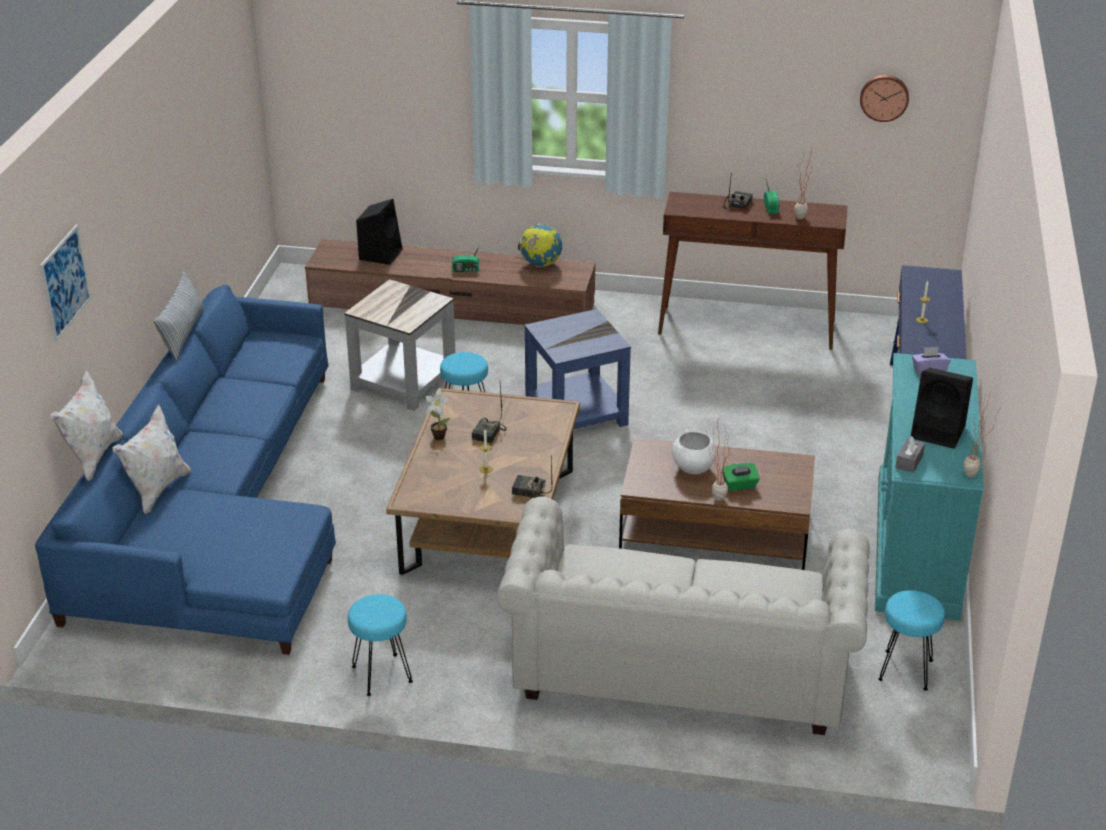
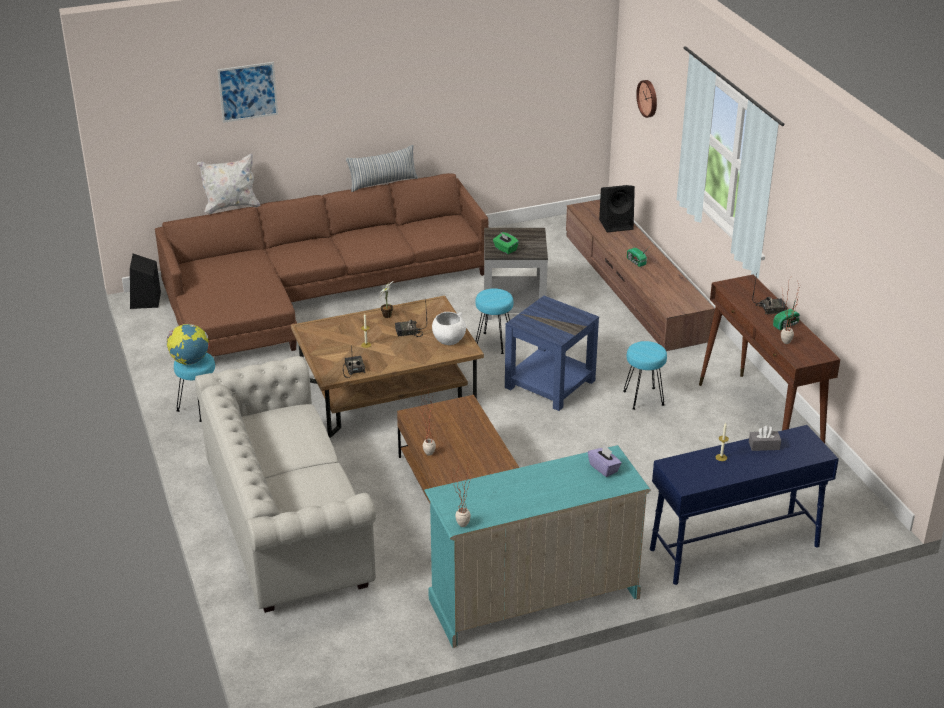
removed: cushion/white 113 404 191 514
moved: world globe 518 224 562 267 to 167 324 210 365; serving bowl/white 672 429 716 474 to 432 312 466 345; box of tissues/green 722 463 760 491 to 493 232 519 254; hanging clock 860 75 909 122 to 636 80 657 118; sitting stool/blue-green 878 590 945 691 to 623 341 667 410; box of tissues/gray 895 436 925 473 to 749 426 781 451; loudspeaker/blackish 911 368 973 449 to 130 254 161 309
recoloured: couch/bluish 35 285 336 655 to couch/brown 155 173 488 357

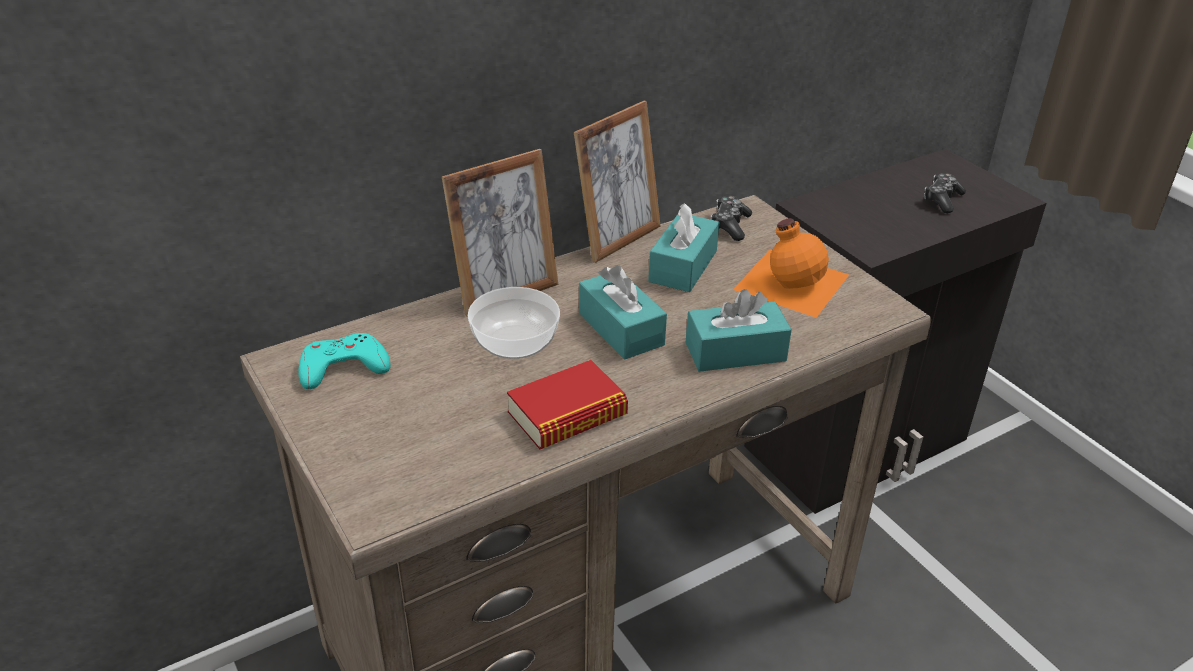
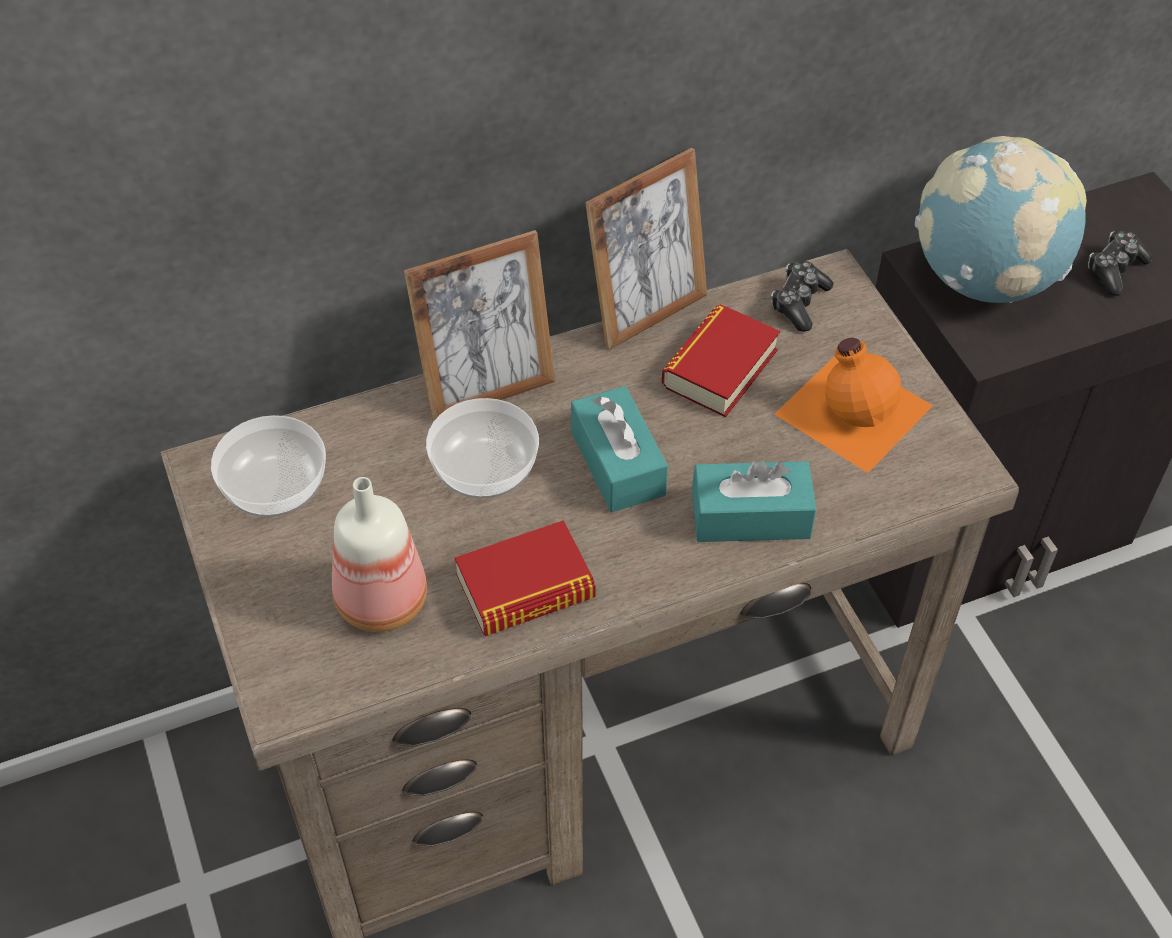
added: beverage bottle 332 477 427 632; world globe 915 136 1087 303
replaced: game controller/blue-green 299 333 391 389 to serving bowl 211 415 326 517; box of tissues/blue-green 648 203 719 292 to volume 662 304 780 417

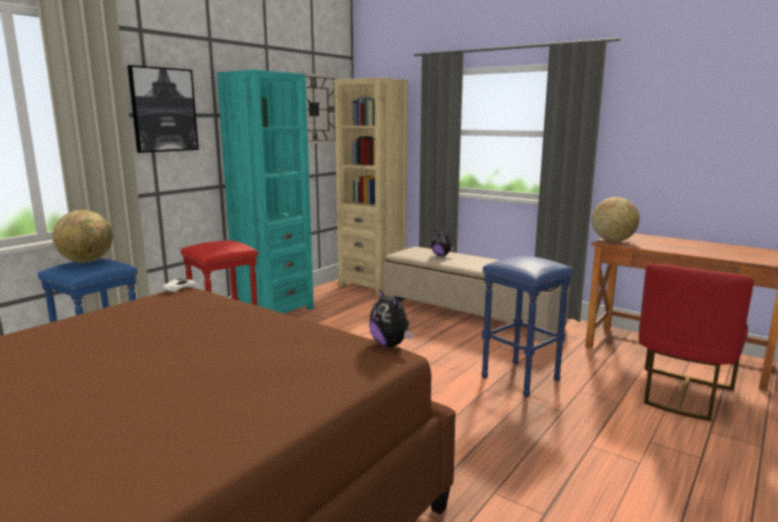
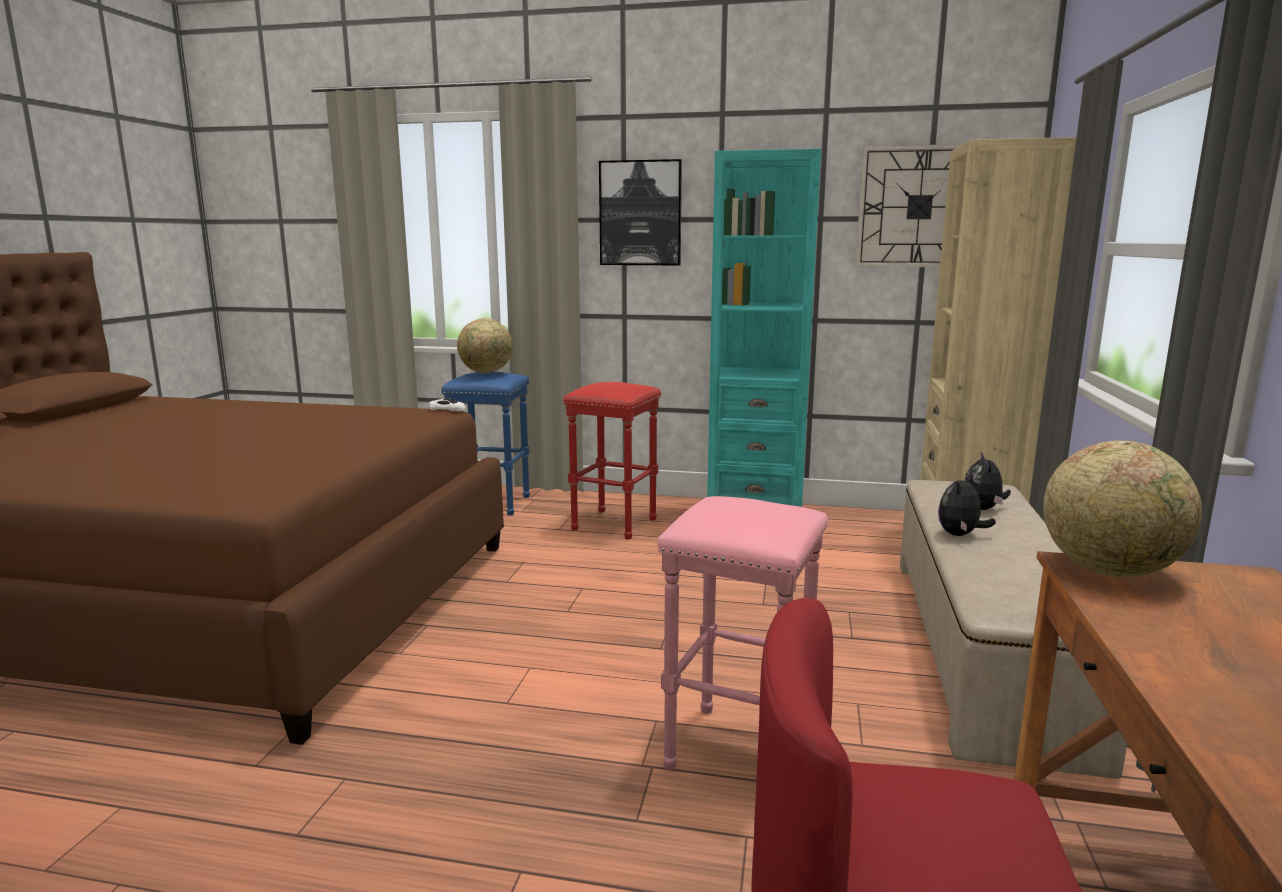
moved: plush toy 369 288 413 347 to 938 473 996 536
recoloured: sitting stool/bluish 482 256 574 397 to sitting stool/pinkish 657 496 828 771

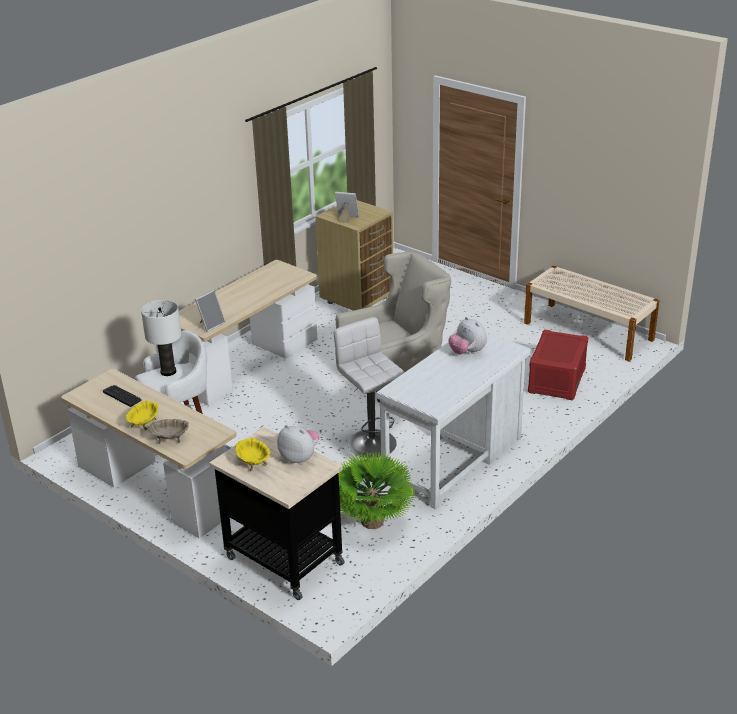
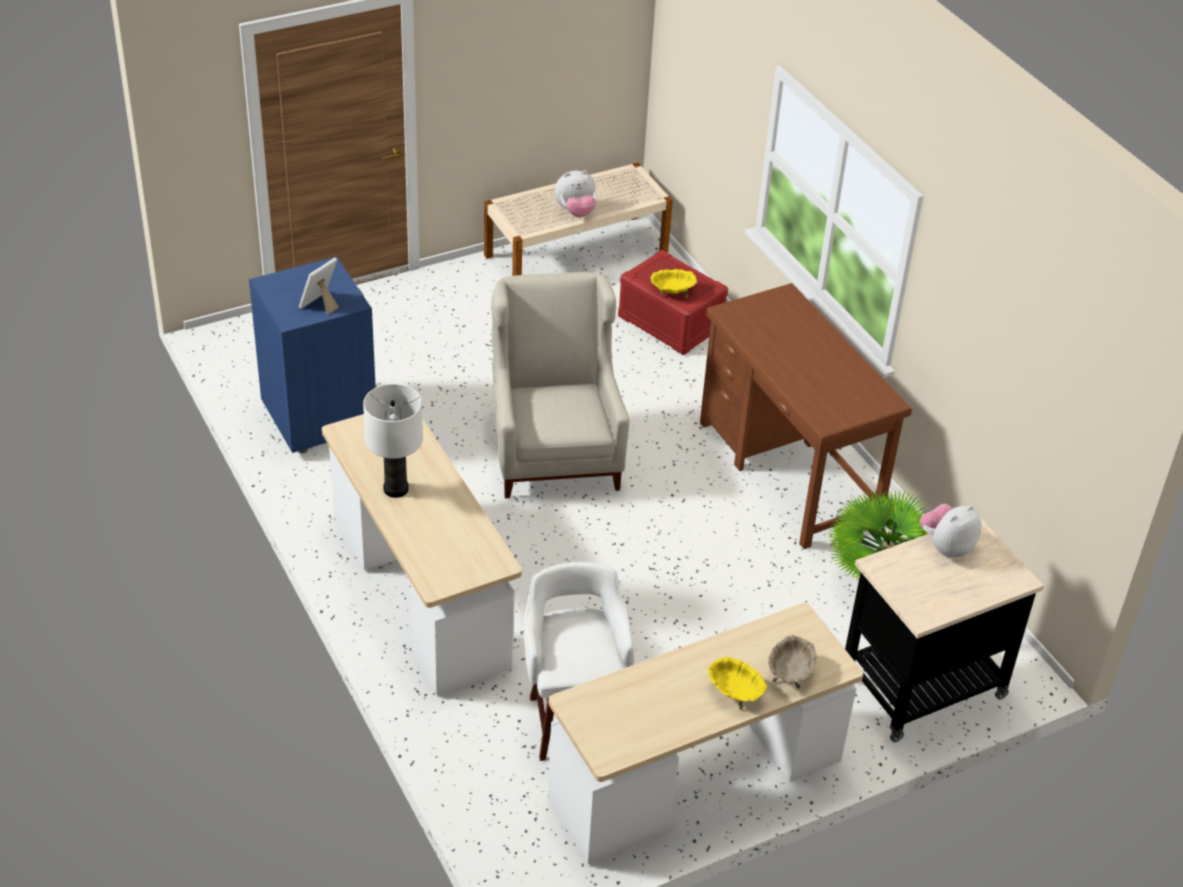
removed: keyboard 103 385 142 407; picture frame 195 290 225 332; sitting stool/white 334 317 405 458
moved: tabletop lamp/white 141 300 182 376 to 363 384 423 498; serving bowl/yellow-coloured 236 438 270 471 to 650 269 697 297; plush toy 449 317 487 355 to 555 170 597 217
recoloured: dresser/brown 315 200 393 311 to dresser/bluish 249 257 376 453; desk/white 376 332 531 509 to desk/brown 700 283 912 549

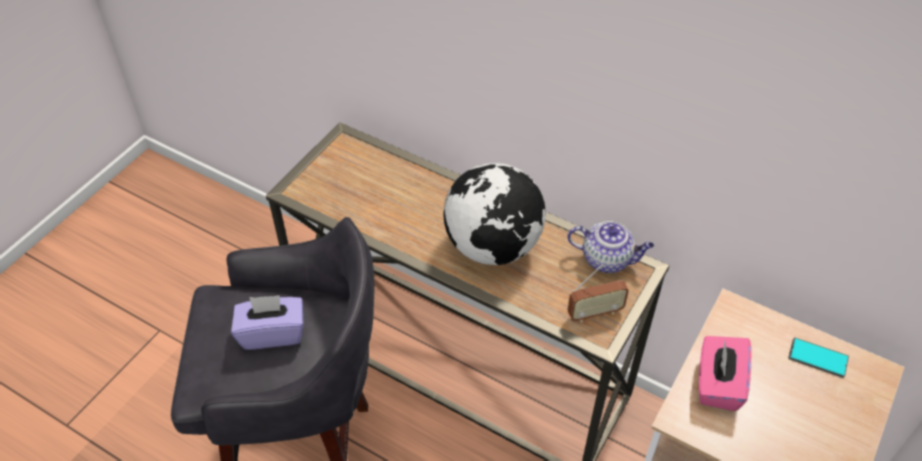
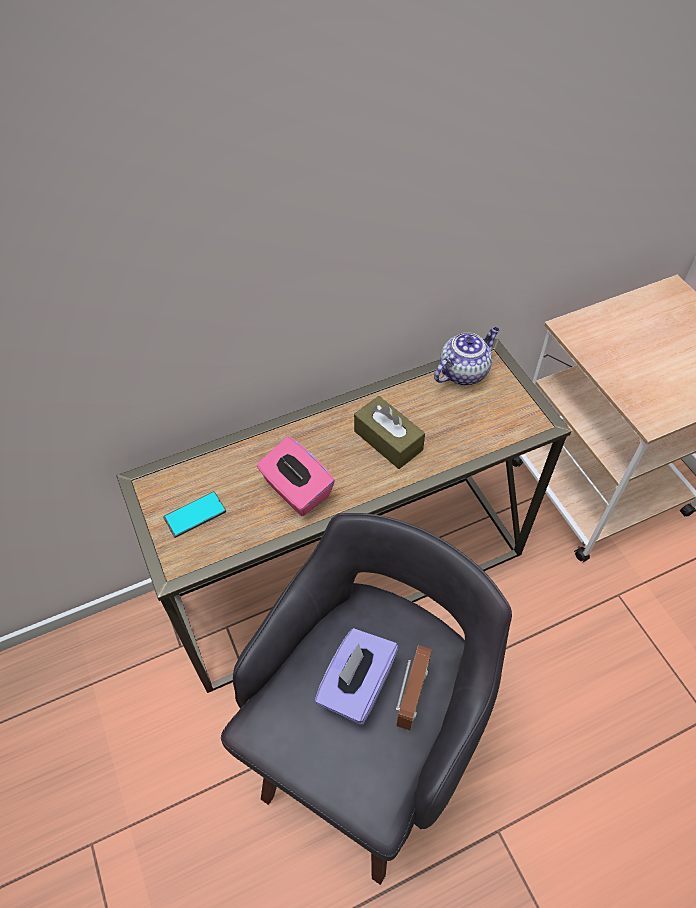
moved: radio set 567 264 629 322 to 396 645 432 730; box of tissues/pinkish 699 336 751 411 to 257 437 335 516; telephone 788 337 849 378 to 163 491 226 538
replaced: world globe 443 163 546 265 to box of tissues/brown 354 396 425 469

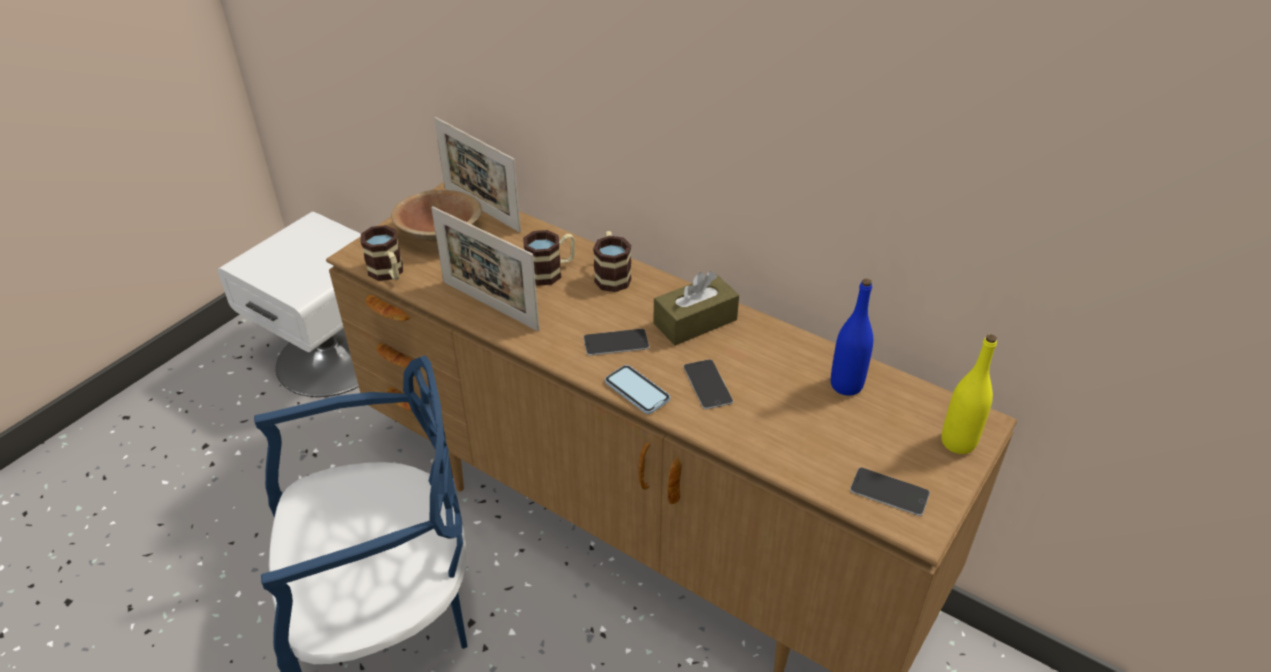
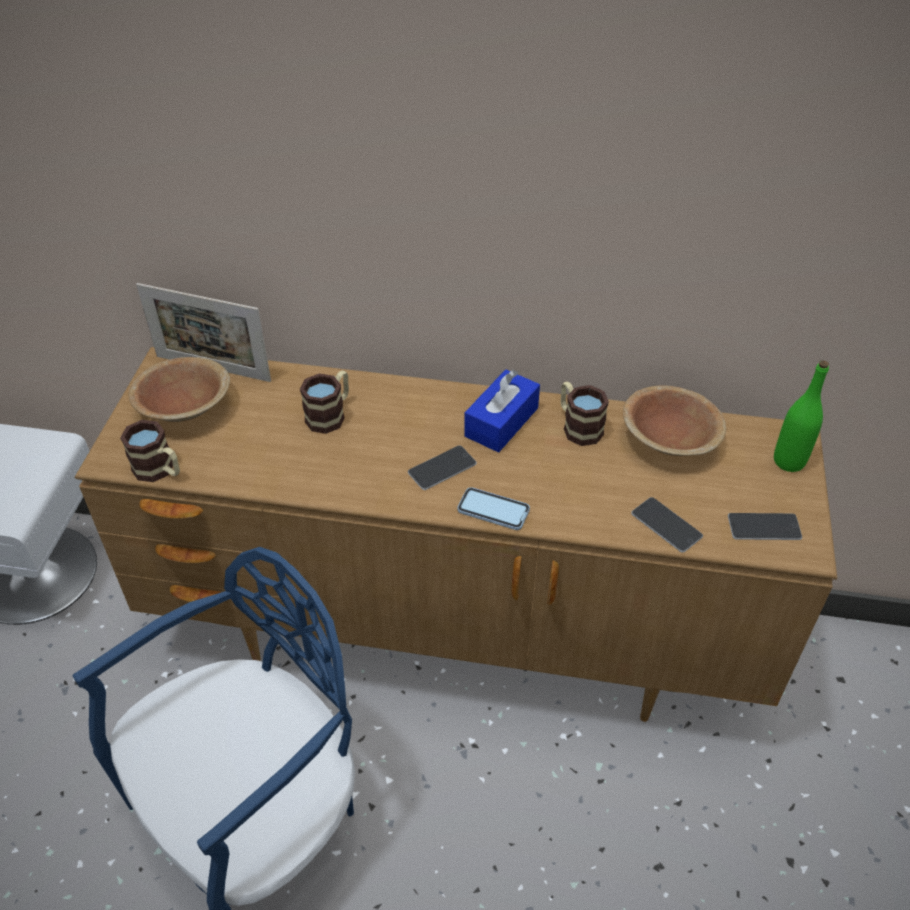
removed: picture frame 431 206 539 331
moved: mug 593 231 631 292 to 561 381 609 446; telephone 683 359 733 409 to 631 497 703 553
replaced: beverage bottle/bluish 831 279 873 396 to serving bowl/brown 623 385 726 456
recoloured: box of tissues/brown 653 271 739 346 to box of tissues/bluish 464 370 540 452; beverage bottle/yellow-coloured 942 334 997 454 to beverage bottle/green 774 361 829 472

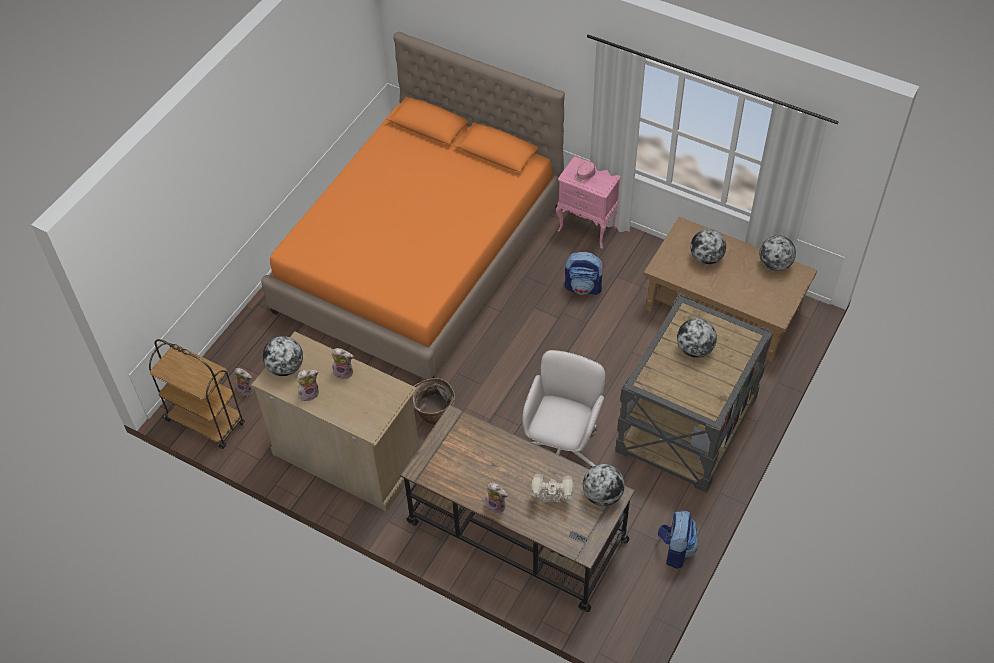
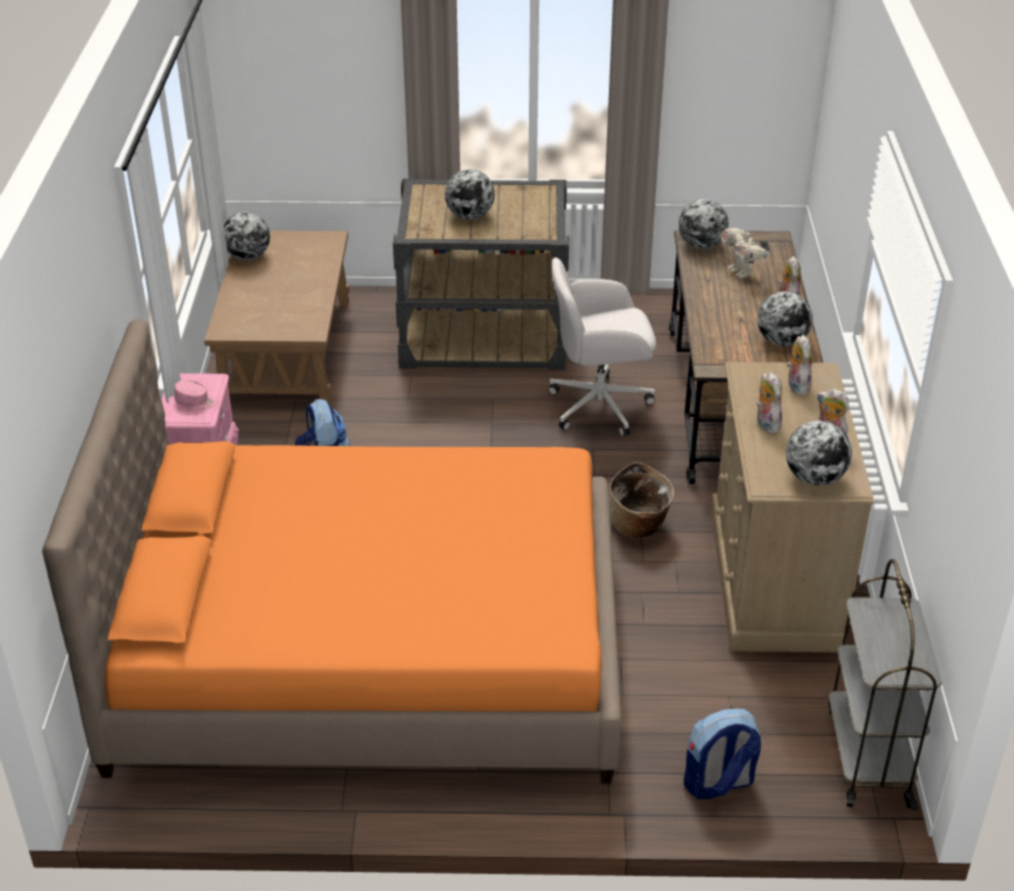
moved: plush toy 234 368 254 396 to 787 335 812 395; knapsack 658 510 698 569 to 684 709 761 799; world globe 690 229 726 265 to 757 291 813 346
recoloured: cart/brown 149 339 245 449 to cart/gray 828 559 942 811

